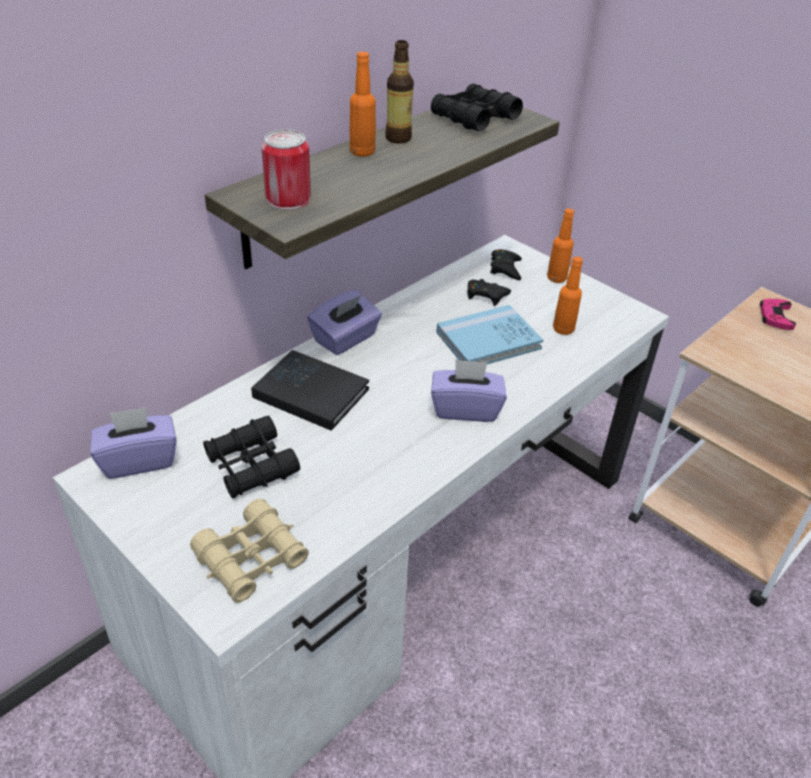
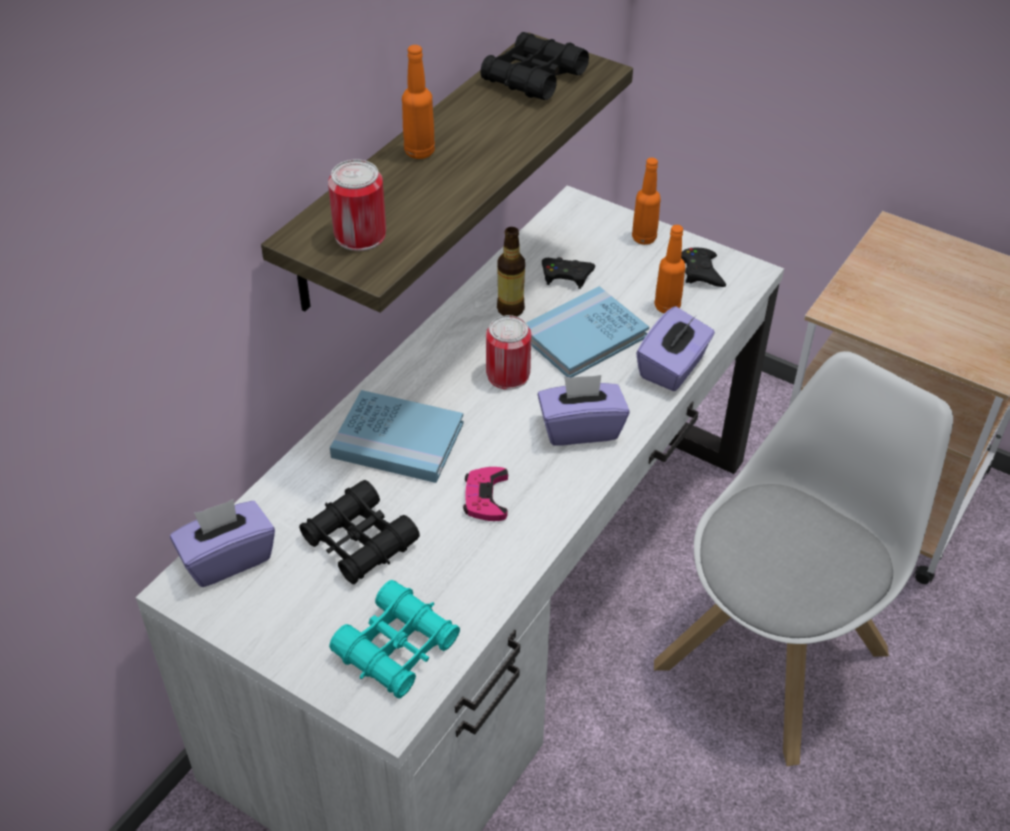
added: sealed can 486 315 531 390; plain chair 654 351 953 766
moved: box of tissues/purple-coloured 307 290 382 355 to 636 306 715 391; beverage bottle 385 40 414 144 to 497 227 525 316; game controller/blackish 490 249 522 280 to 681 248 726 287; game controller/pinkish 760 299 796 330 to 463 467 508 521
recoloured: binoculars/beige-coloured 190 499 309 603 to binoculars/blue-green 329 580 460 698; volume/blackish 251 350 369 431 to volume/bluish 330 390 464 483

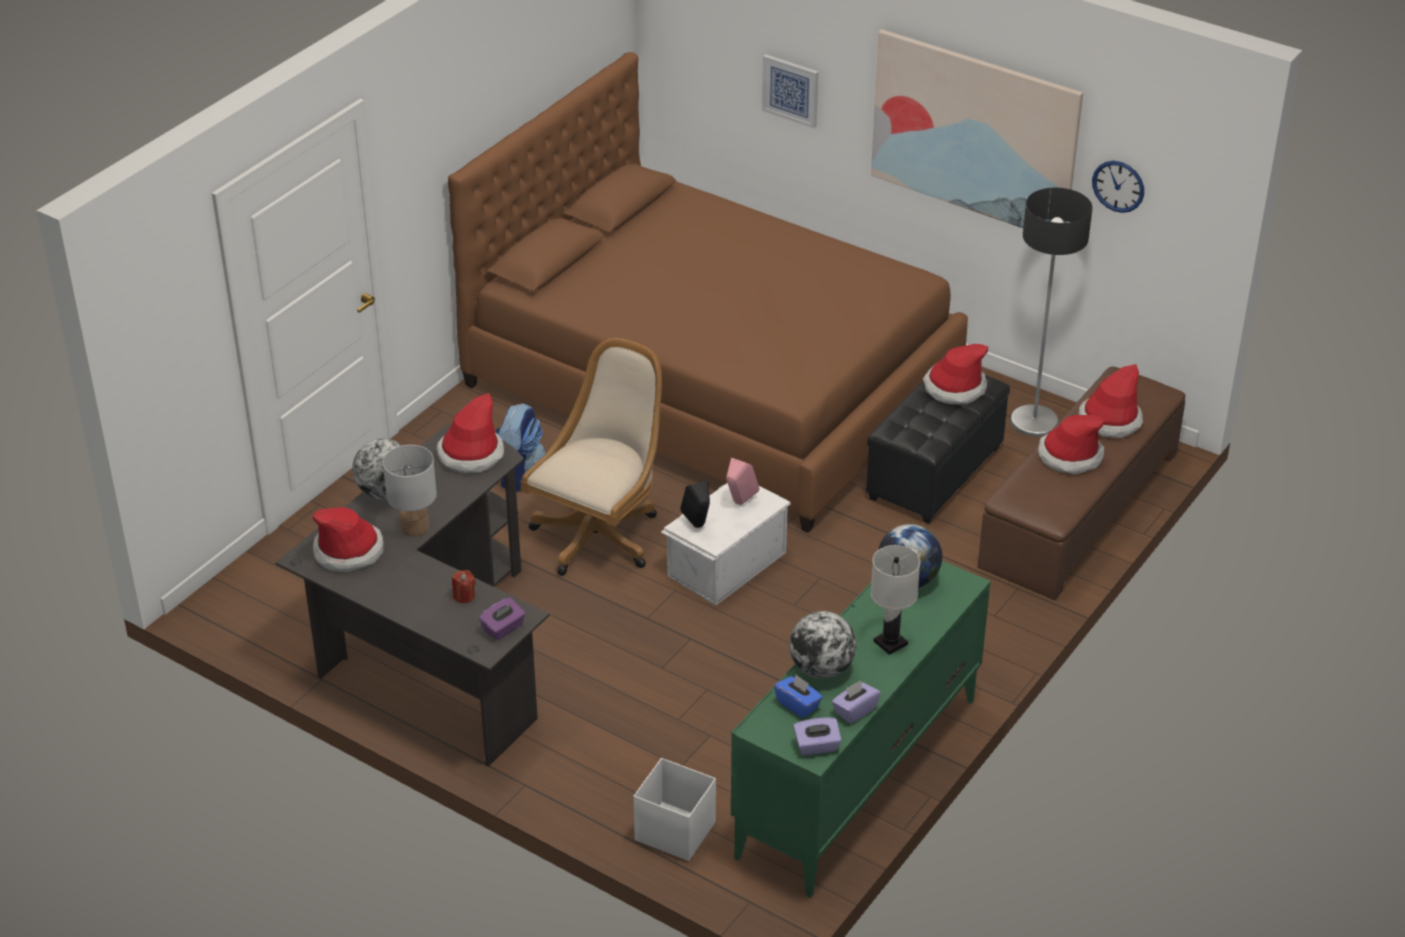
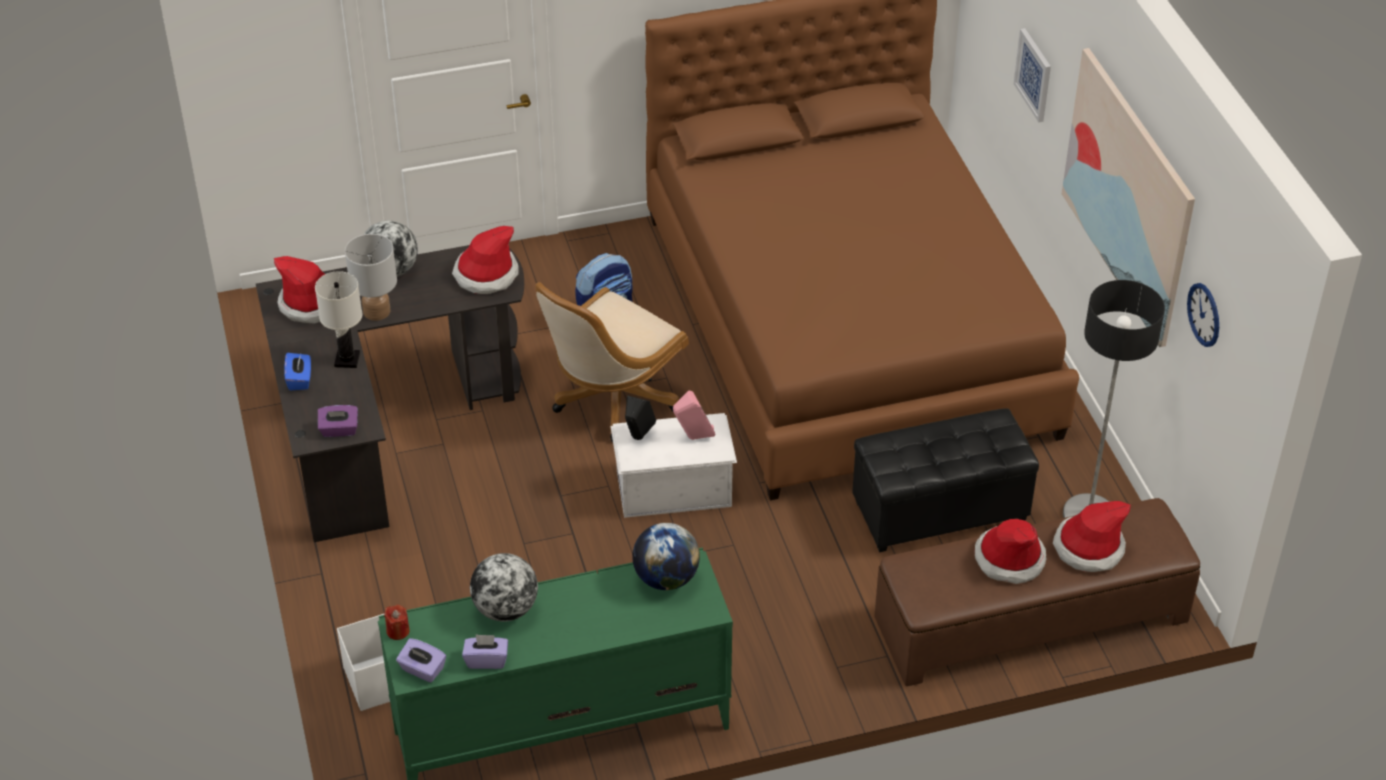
removed: wearable hat 923 344 989 405
moved: candle/reddish 452 570 476 603 to 384 605 410 640; box of tissues/bluish 774 675 823 718 to 284 353 311 390; tabletop lamp/white 870 545 920 655 to 315 271 362 368
turned: desk chair 521 338 662 576 = 535 282 689 442 150 degrees clockwise

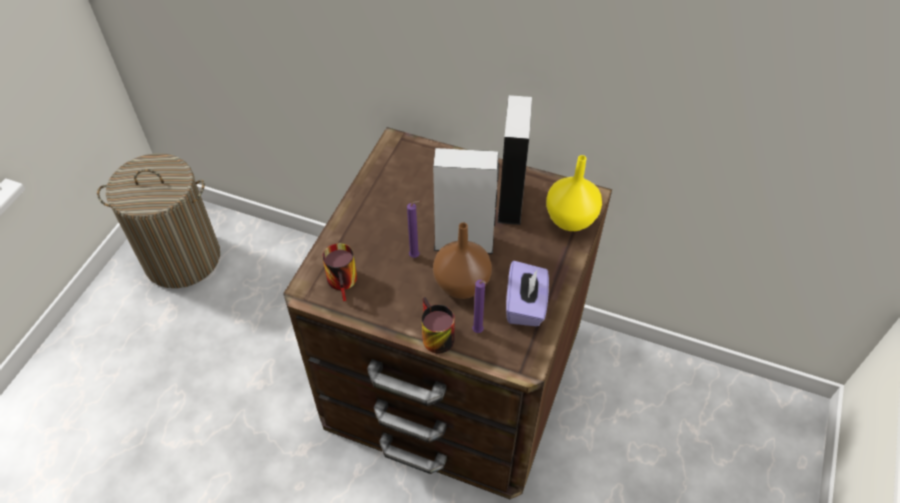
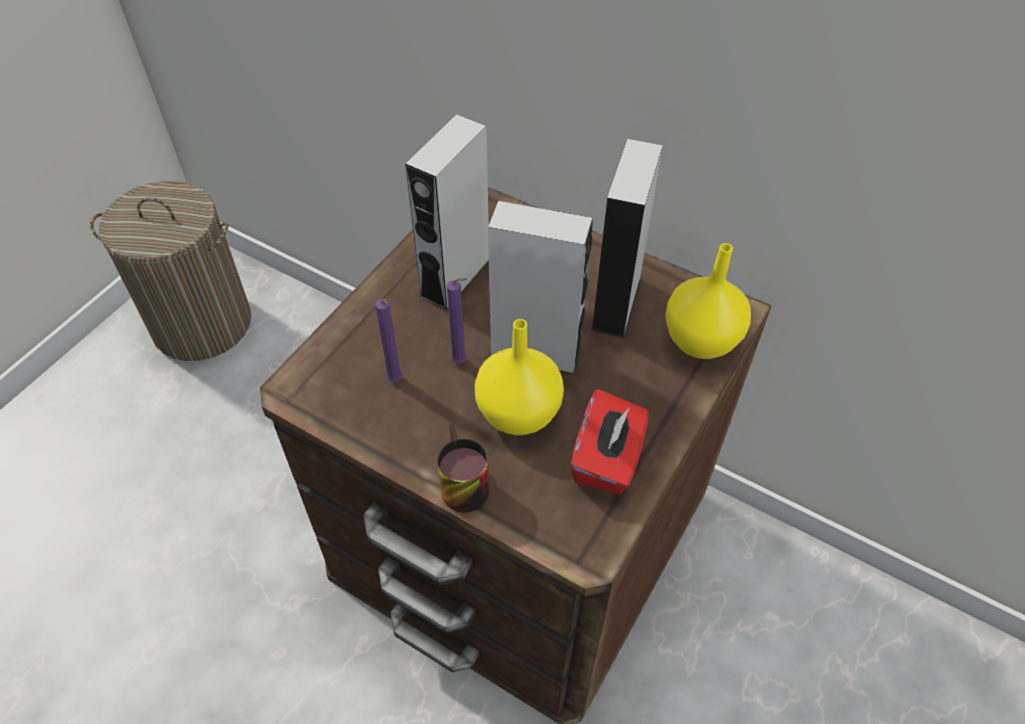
removed: mug 322 243 357 301
added: loudspeaker/gray 405 114 489 311
moved: candle/purple-coloured 472 280 488 333 to 375 299 403 382
recoloured: flower vase/brown 433 222 492 299 to flower vase/yellow-coloured 475 319 564 435; box of tissues/purple-coloured 506 261 549 327 to box of tissues/reddish 570 389 649 495

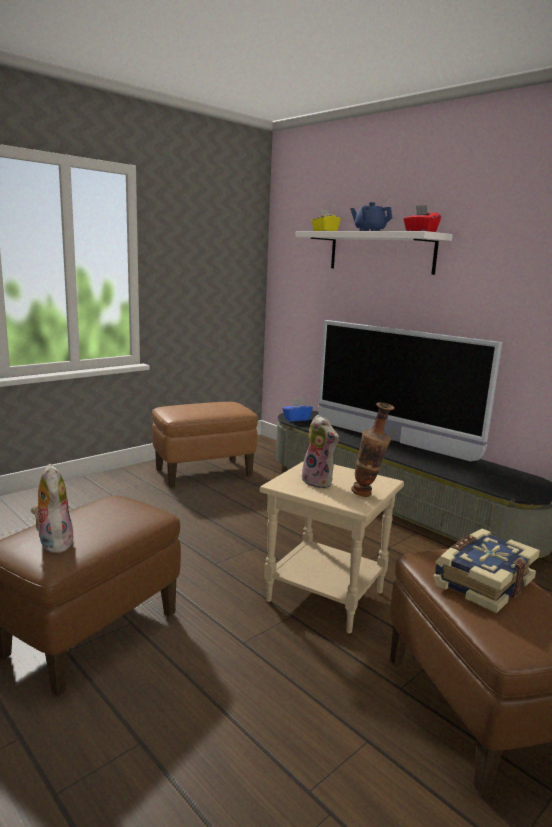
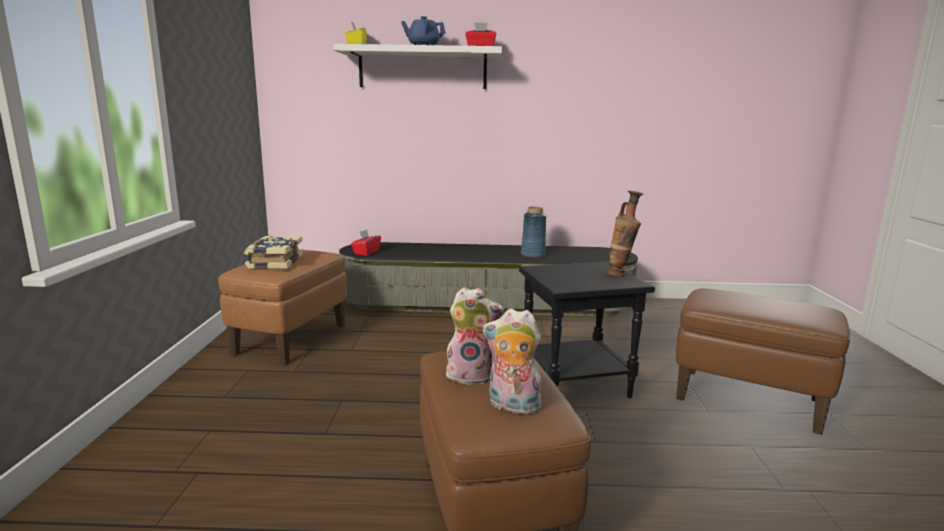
removed: TV set 318 320 502 462
added: flower vase/bluish 521 207 546 258
moved: plush toy 299 415 339 488 to 446 287 505 385; volume 433 529 540 613 to 244 236 303 269
recoloured: end table/beige-coloured 260 461 404 634 to end table/blackish 519 262 655 398; box of tissues/bluish 282 398 313 422 to box of tissues/reddish 351 229 381 256

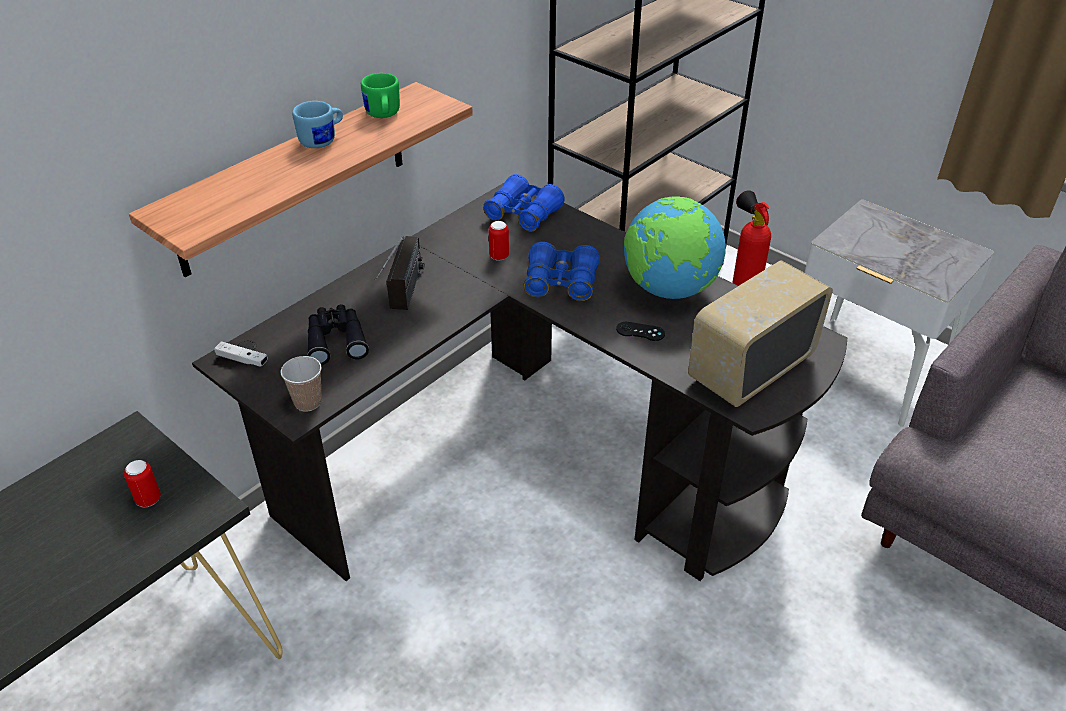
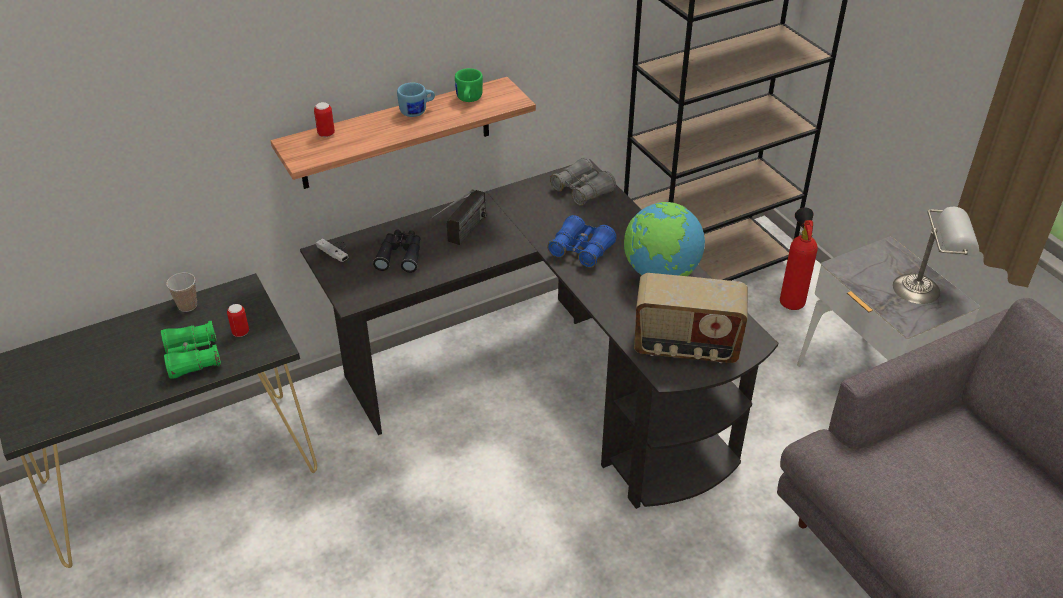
removed: game controller/blackish 616 322 665 341
added: binoculars/green 161 321 221 379; tabletop lamp/white 893 207 979 304
moved: small cup 281 356 322 412 to 166 272 197 312; sealed can 489 221 509 261 to 314 102 335 137
recoloured: binoculars/bluish 483 174 565 231 to binoculars/gray 550 157 616 206
turned: radio set 688 260 833 407 = 634 273 748 363 150 degrees counterclockwise

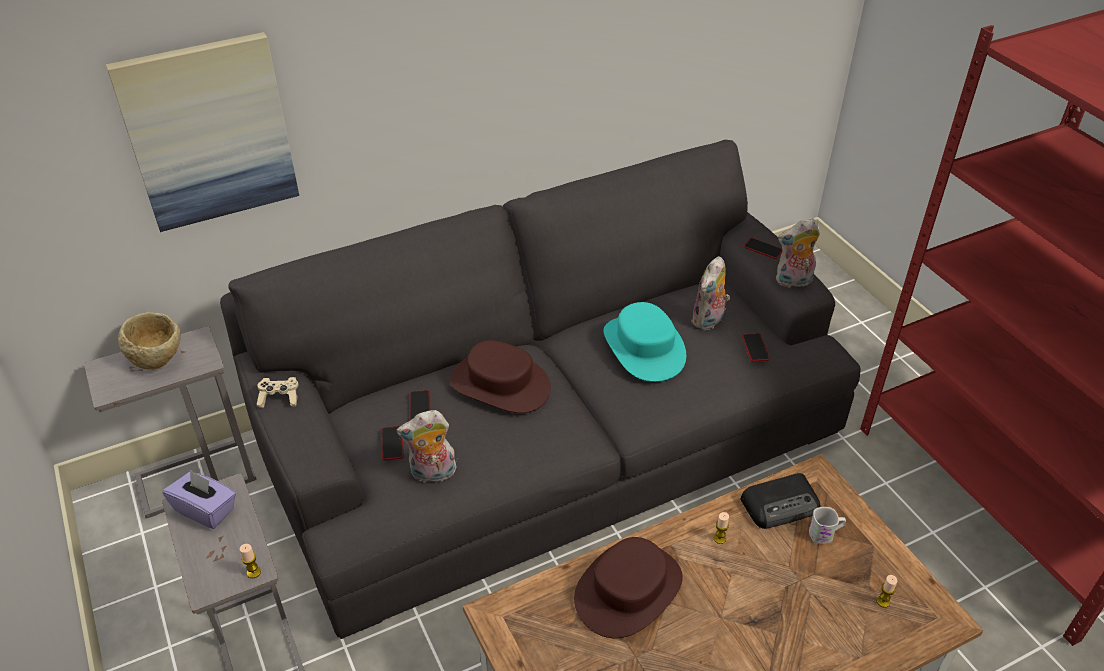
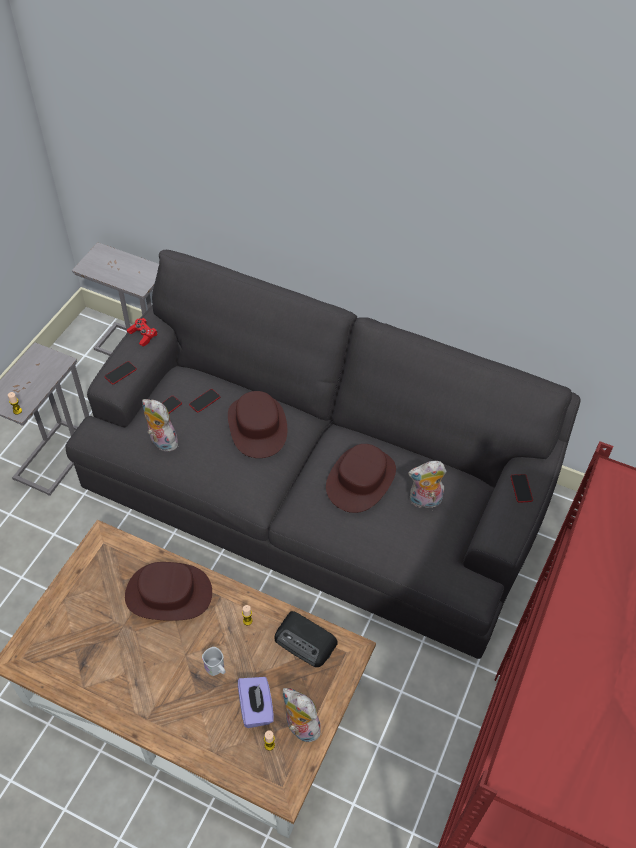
removed: picture 106 32 299 232; serving bowl/beige-coloured 118 312 181 370
moved: box of tissues/purple-coloured 163 470 236 529 to 238 677 274 728; telephone 742 333 770 362 to 104 361 137 384; plush toy 776 218 820 289 to 282 688 321 742; mug/white 809 507 846 544 to 202 647 225 676
recoloured: game controller/beige-coloured 257 377 299 408 to game controller/reddish 127 318 158 347; wearable hat/blue-green 604 302 686 382 to wearable hat/brown 326 444 396 513

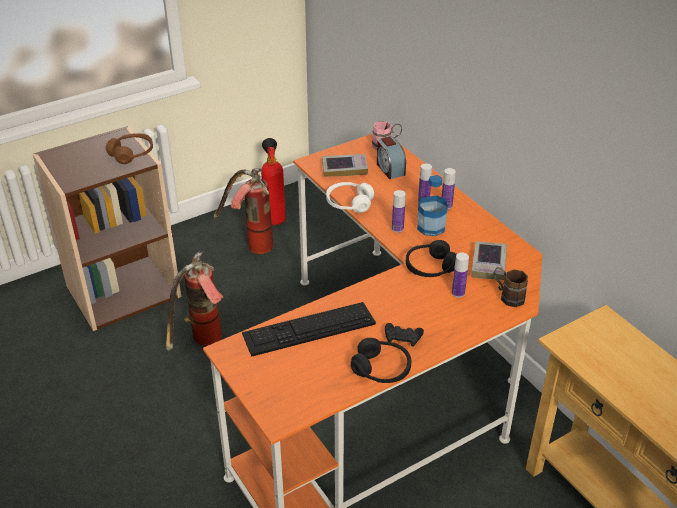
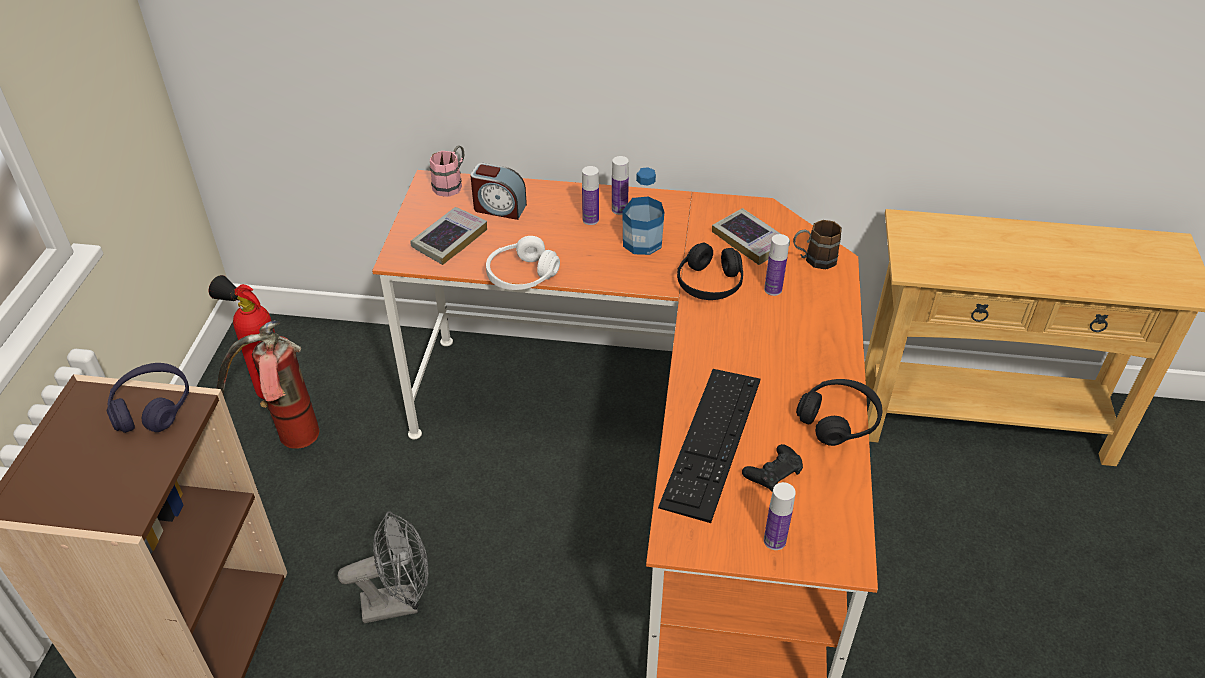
moved: game controller/blackish 385 323 424 347 to 742 444 803 492; beverage bottle 392 190 406 233 to 764 482 796 550
replaced: fire-fighting cylinder 166 251 224 351 to cooling fan/gray 338 511 428 623
recoloured: pair of headphones/brown 106 133 153 164 to pair of headphones/purple-coloured 106 363 189 433

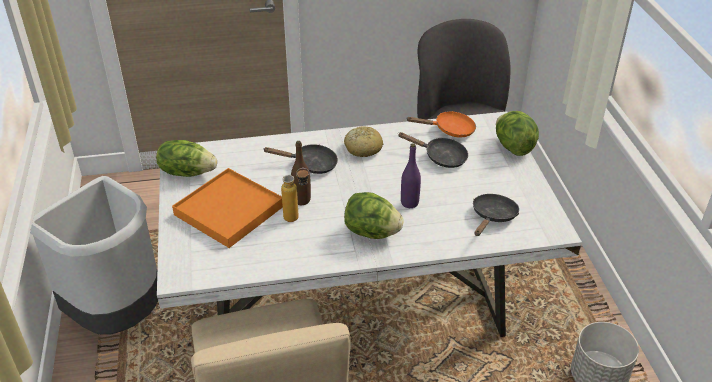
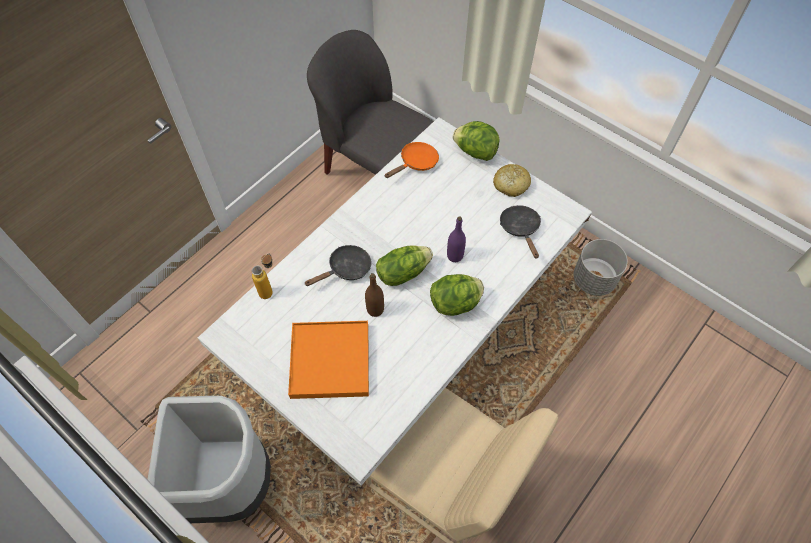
removed: skillet/blackish 398 132 468 168
moved: lettuce head 156 140 217 177 to 376 245 433 286; beverage bottle 281 168 309 222 to 252 254 273 299; baked bread 344 126 383 157 to 493 164 531 197

